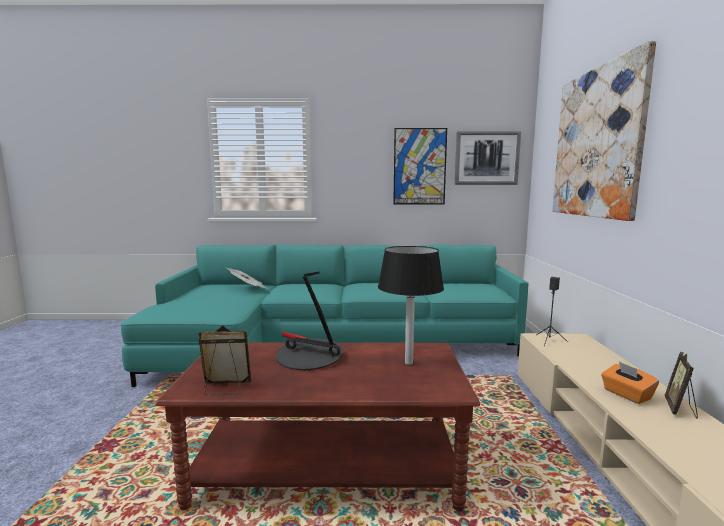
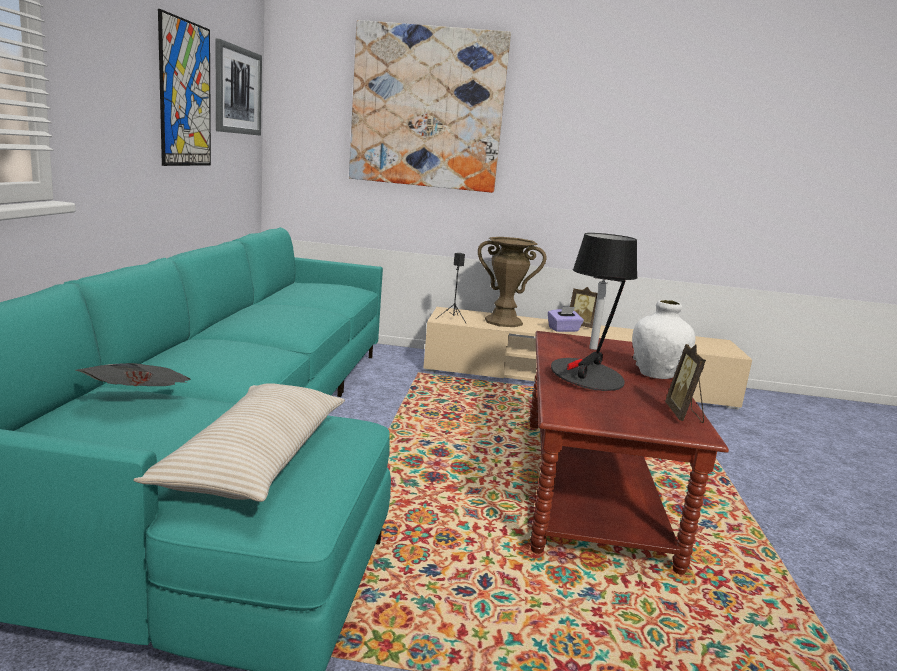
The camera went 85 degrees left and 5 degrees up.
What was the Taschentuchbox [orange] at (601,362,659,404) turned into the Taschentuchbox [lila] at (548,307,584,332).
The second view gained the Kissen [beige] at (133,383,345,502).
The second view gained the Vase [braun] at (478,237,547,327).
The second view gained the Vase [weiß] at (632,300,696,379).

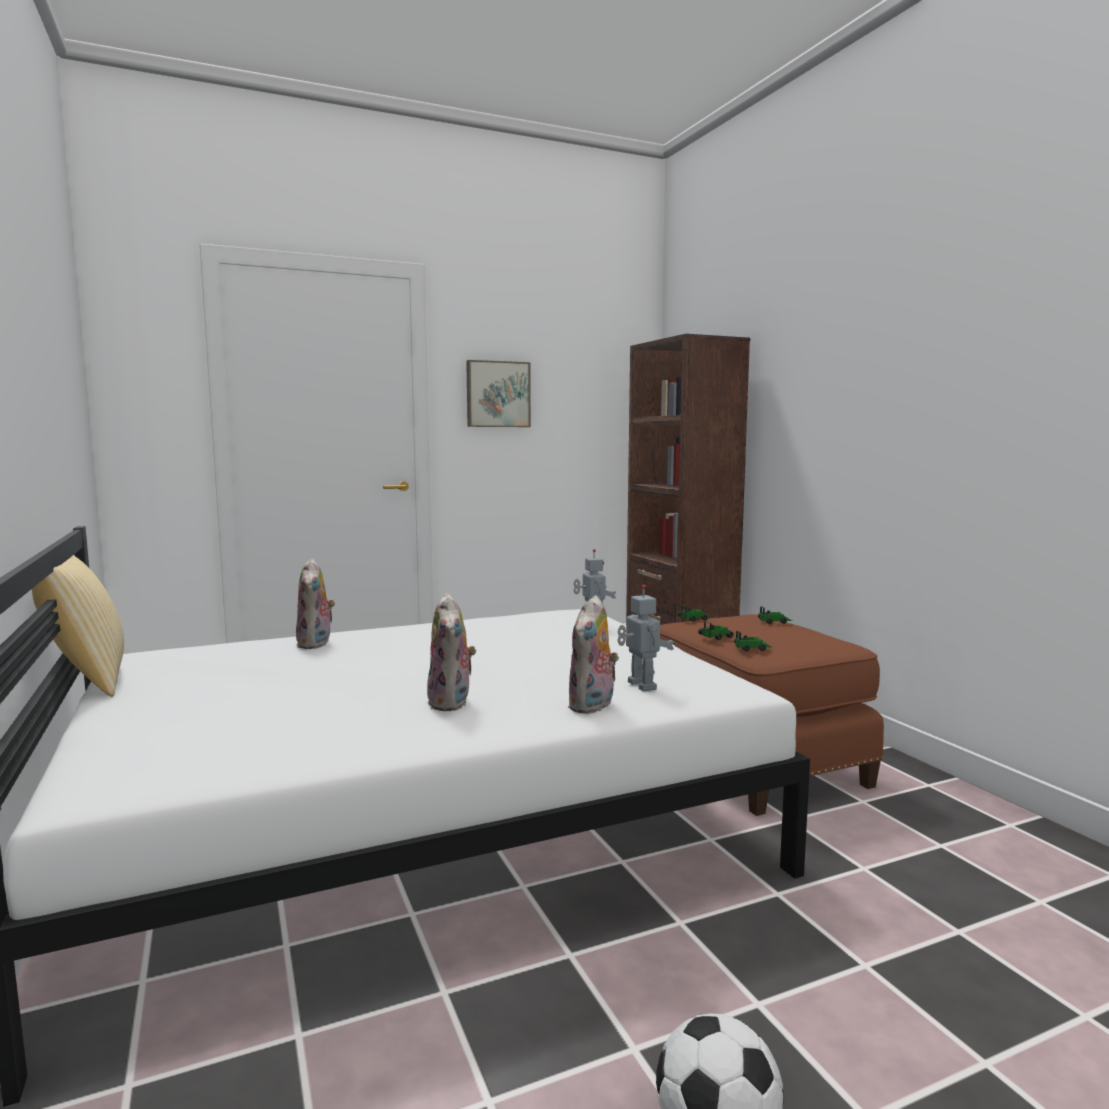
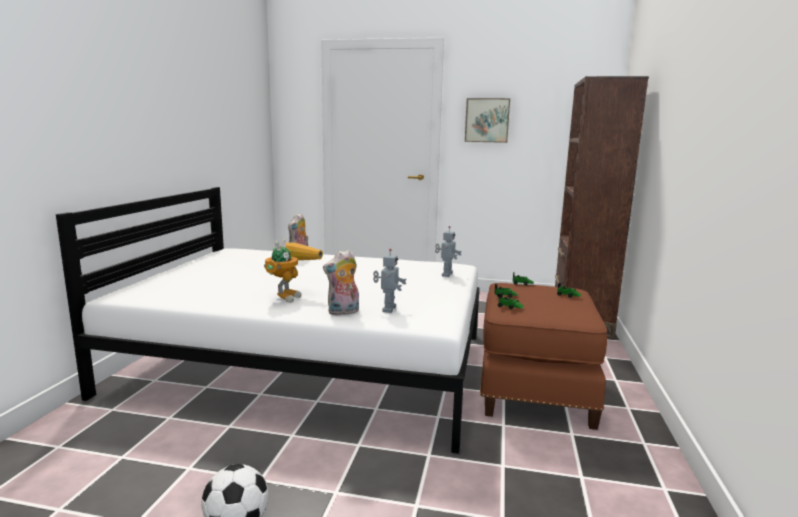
The camera went 35 degrees right and 5 degrees up.
The second view lost the Kissen at (32,555,124,697).
Where the Plüschtier stood at (427,593,476,711), the Spielzeugroboter came to stand at (264,239,323,303).

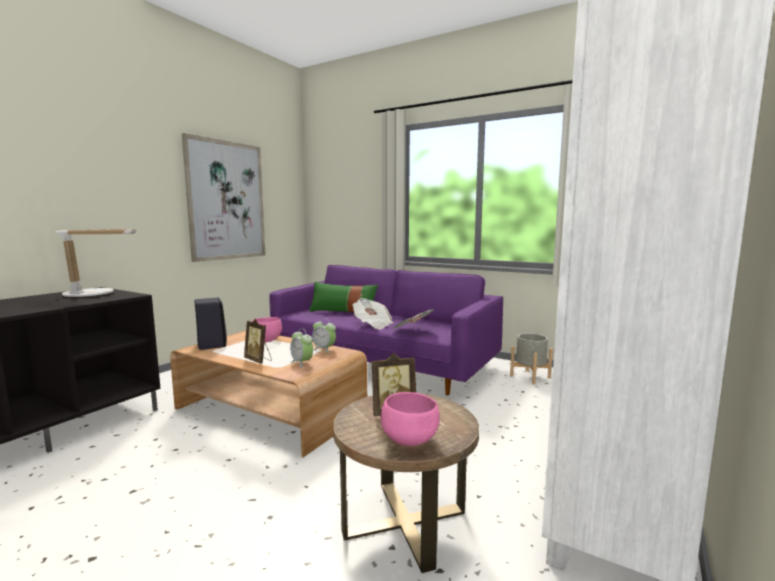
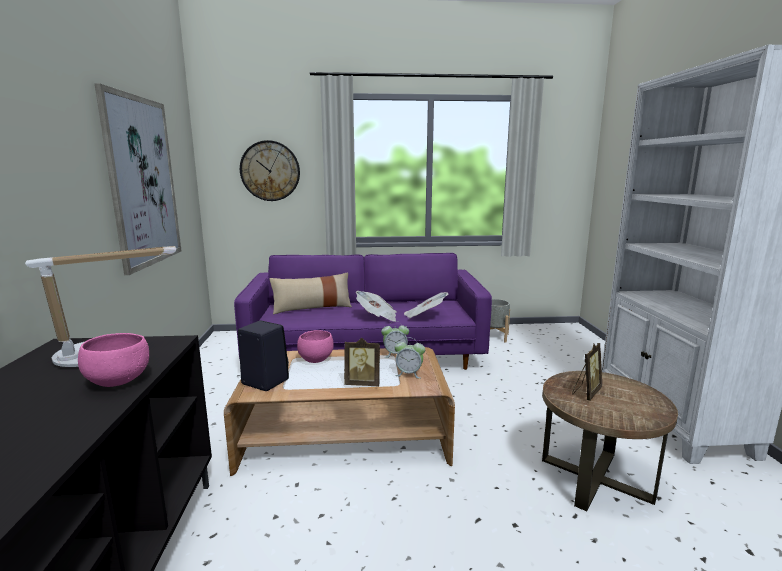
The camera went 35 degrees left and 5 degrees up.
What was the Kissen [grün] at (309,282,378,312) turned into the Kissen [beige] at (269,273,352,314).
The Schüssel [rosa] ended up elsewhere, having gone from (381,392,440,446) to (78,333,149,387).
The second view gained the Wanduhr at (240,140,300,201).

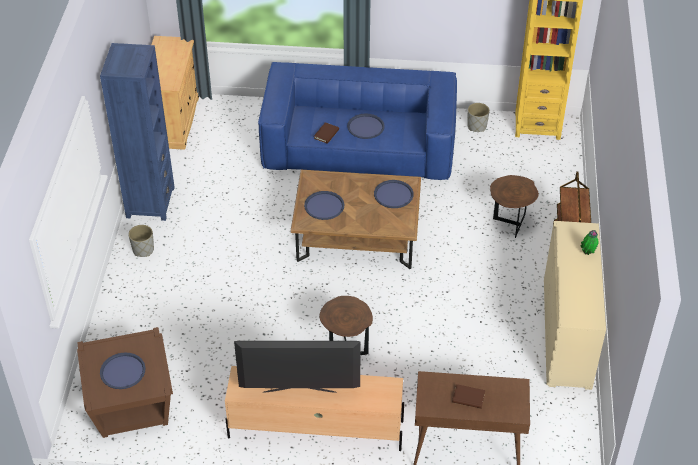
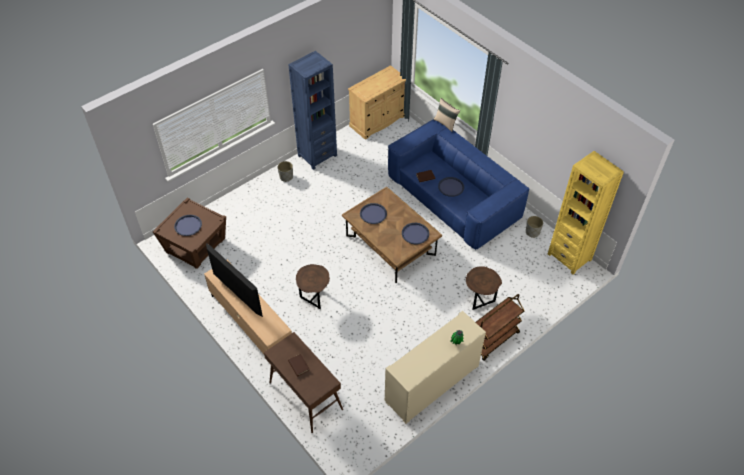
The camera went 45 degrees right and 5 degrees up.
The second view gained the Kissen [beige] at (434,98,460,132).

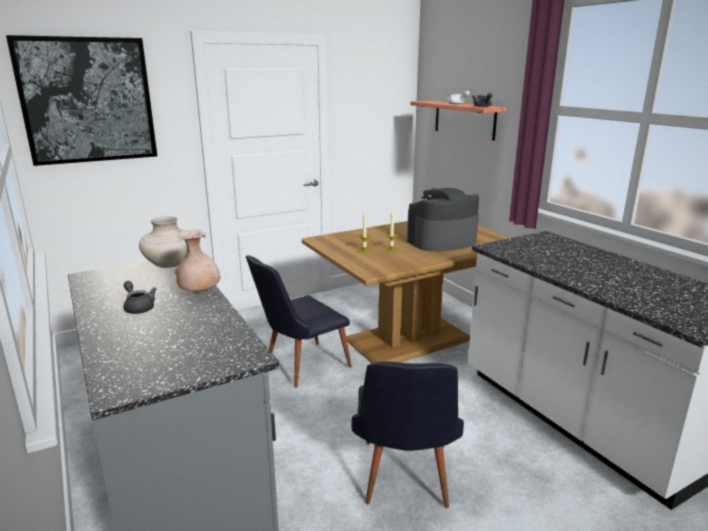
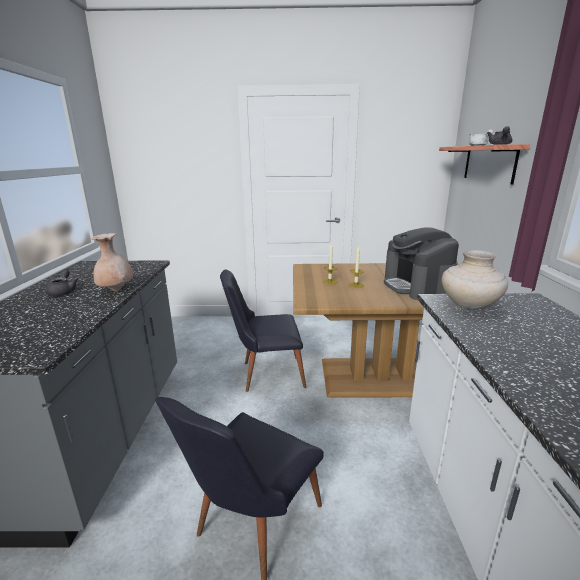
The camera went 30 degrees right and 0 degrees up.
The second view lost the Bild at (6,35,157,166).
The Vase [beige] ended up elsewhere, having gone from (139,216,187,268) to (442,250,508,309).
The Kaffeemaschine at (407,188,479,252) ended up facing another way, 105 degrees counterclockwise from before.

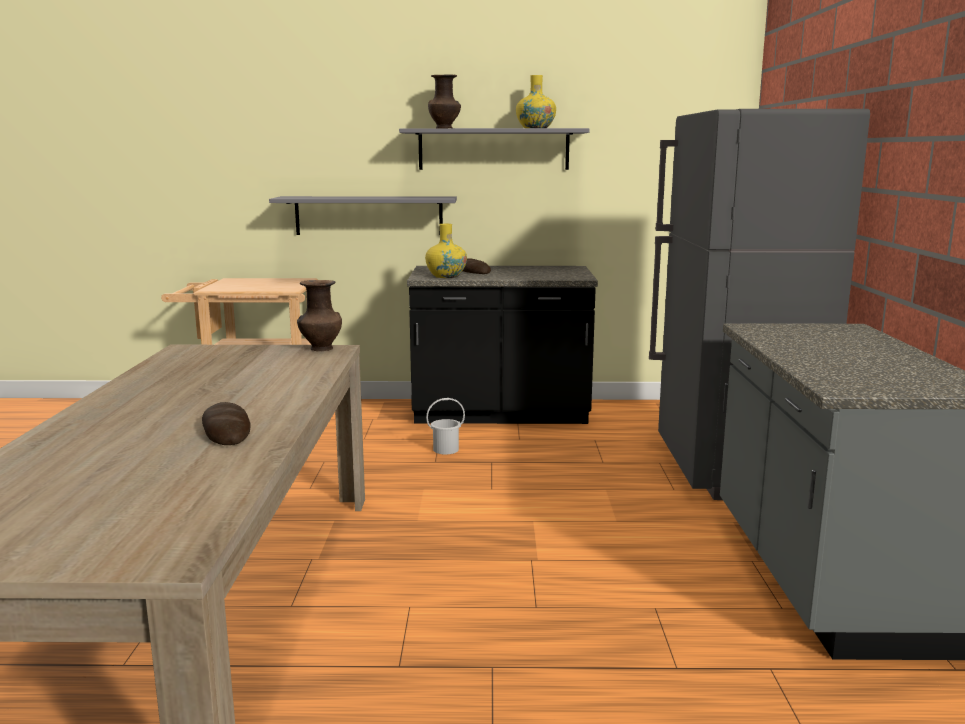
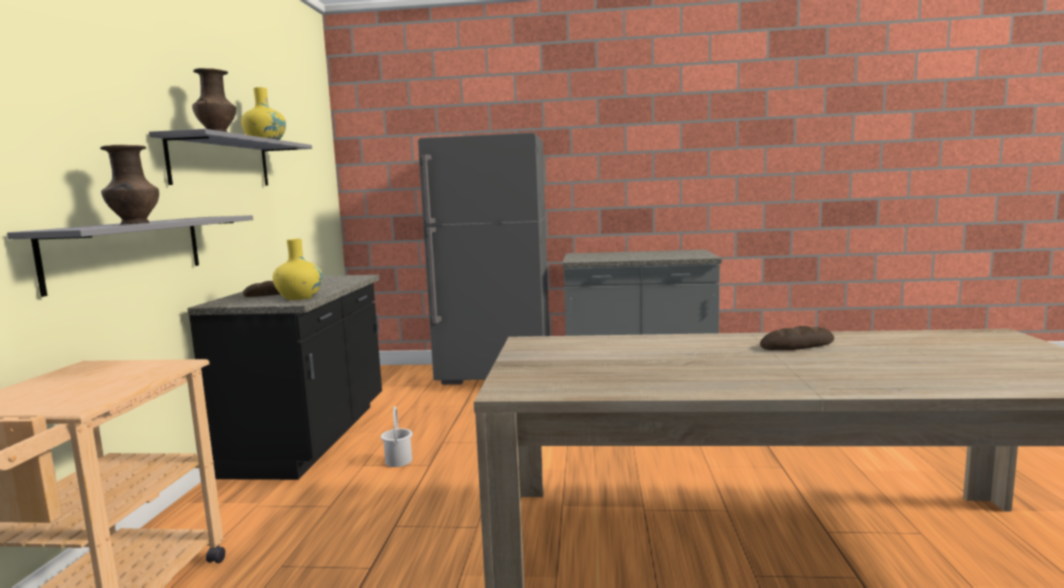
The camera went 85 degrees left and 5 degrees down.
The Vase [braun] ended up elsewhere, having gone from (297,280,342,351) to (100,145,159,224).

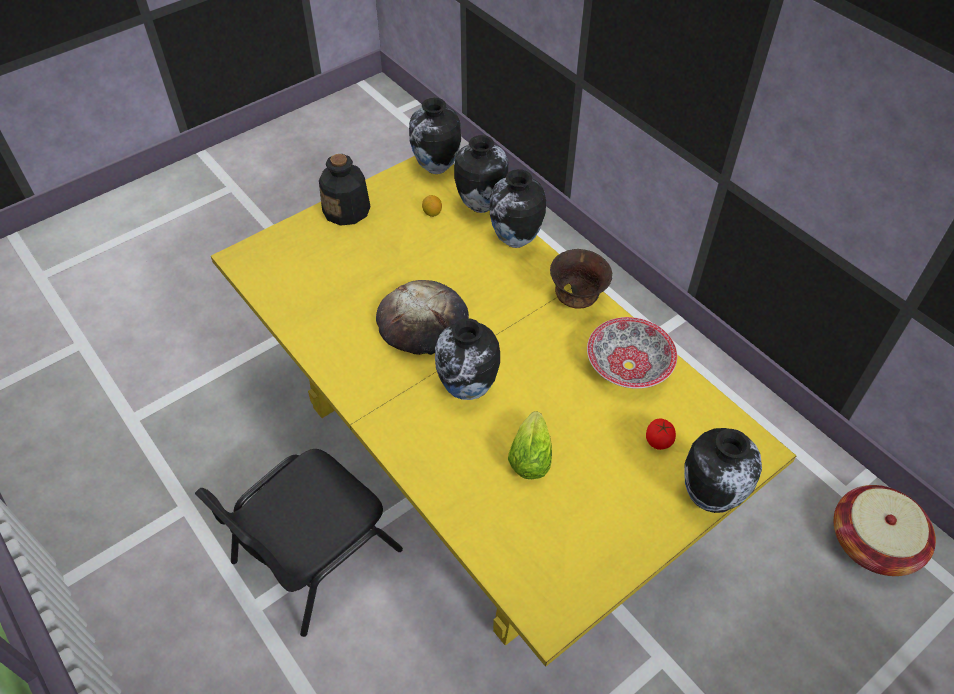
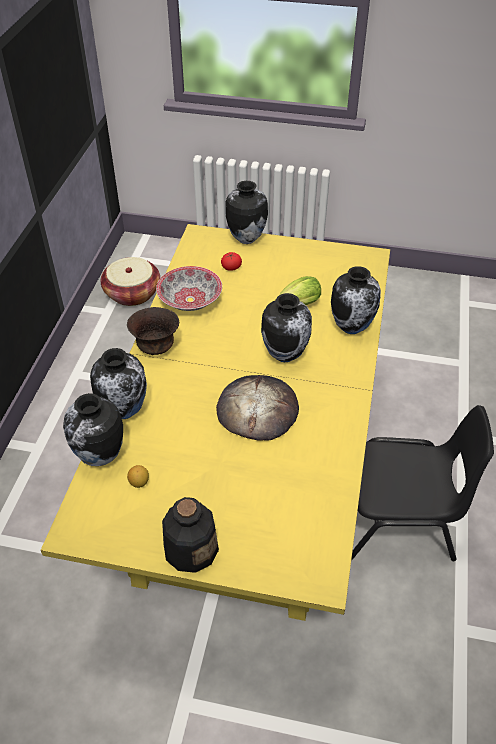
The camera went 130 degrees left and 5 degrees down.
The Vase ended up elsewhere, having gone from (409,98,461,174) to (331,266,381,334).

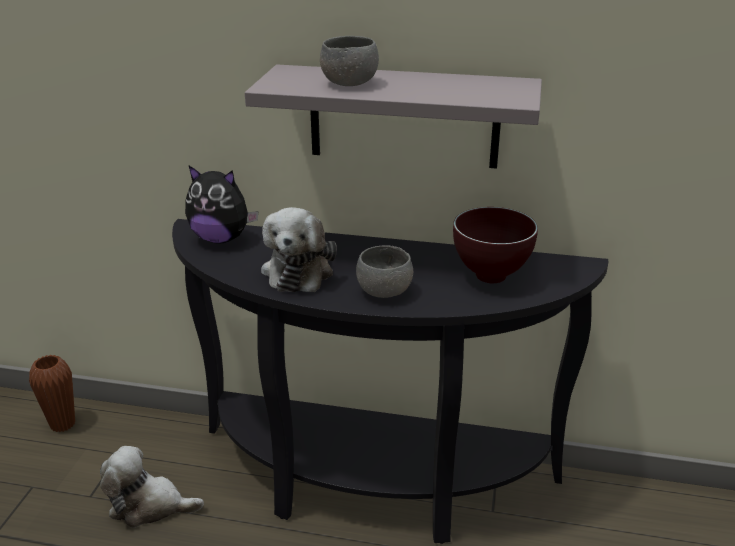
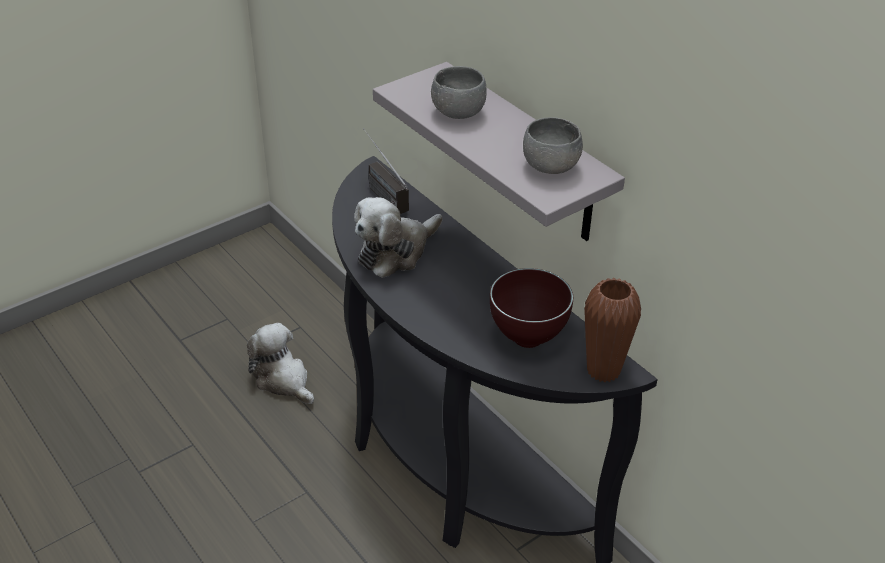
The camera went 40 degrees right and 10 degrees up.
The Vase [braun] ended up elsewhere, having gone from (29,355,75,432) to (584,278,641,382).
Where the Plüschtier stood at (185,166,258,244), the Radio came to stand at (363,128,409,214).
The Schüssel [grau] ended up elsewhere, having gone from (356,246,413,298) to (523,117,583,174).

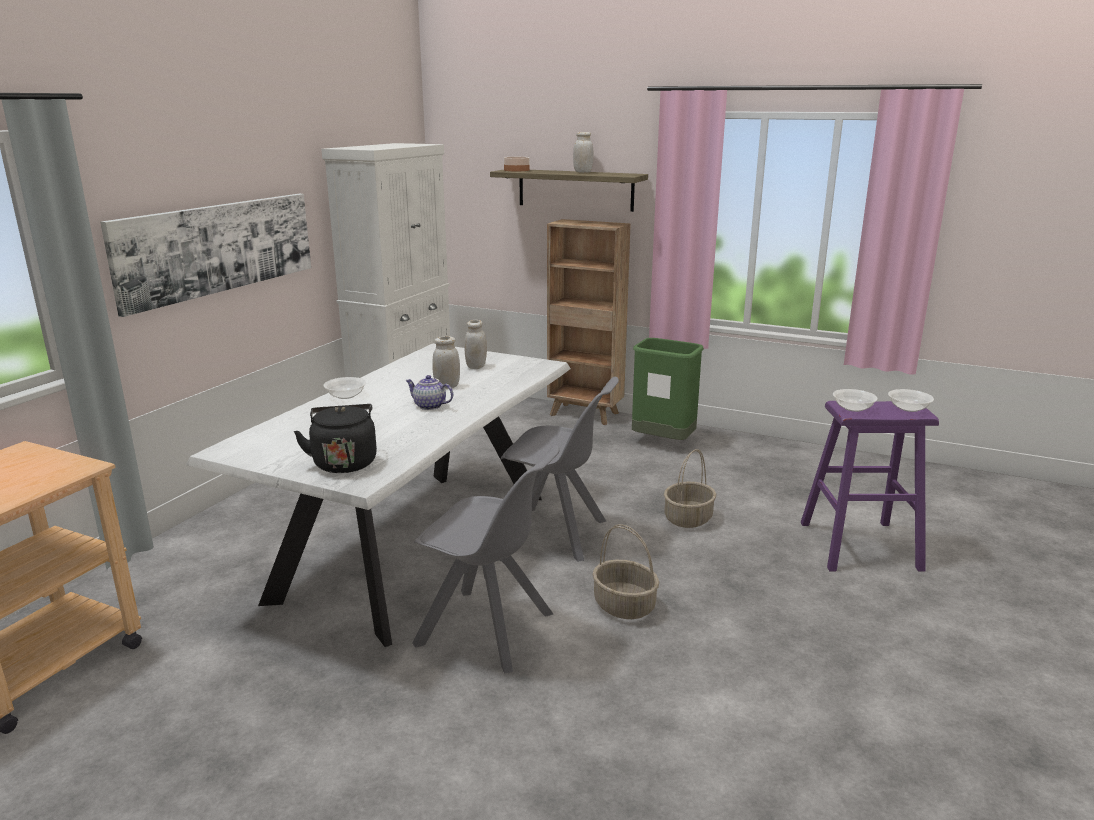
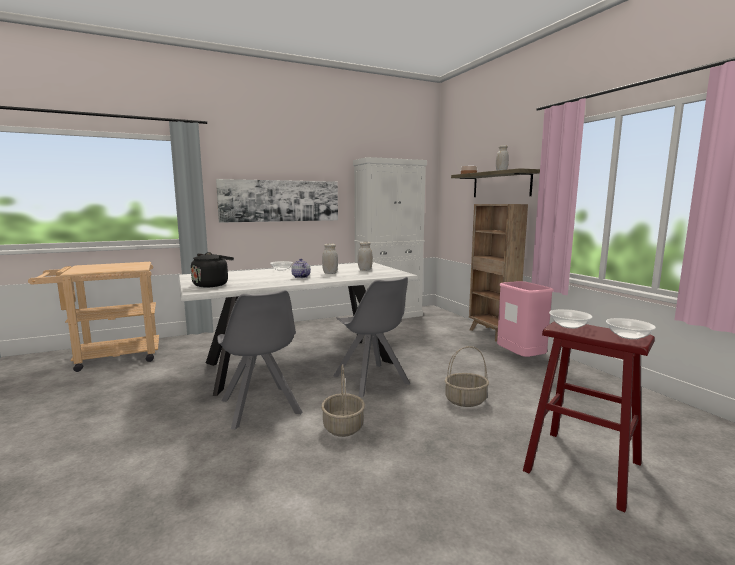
The camera went 40 degrees right and 10 degrees down.
What was the Mülleimer [grün] at (632,338,704,440) turned into the Mülleimer [rosa] at (497,281,554,357).
What was the Hocker [lila] at (800,401,939,572) turned into the Hocker [rot] at (523,322,655,512).

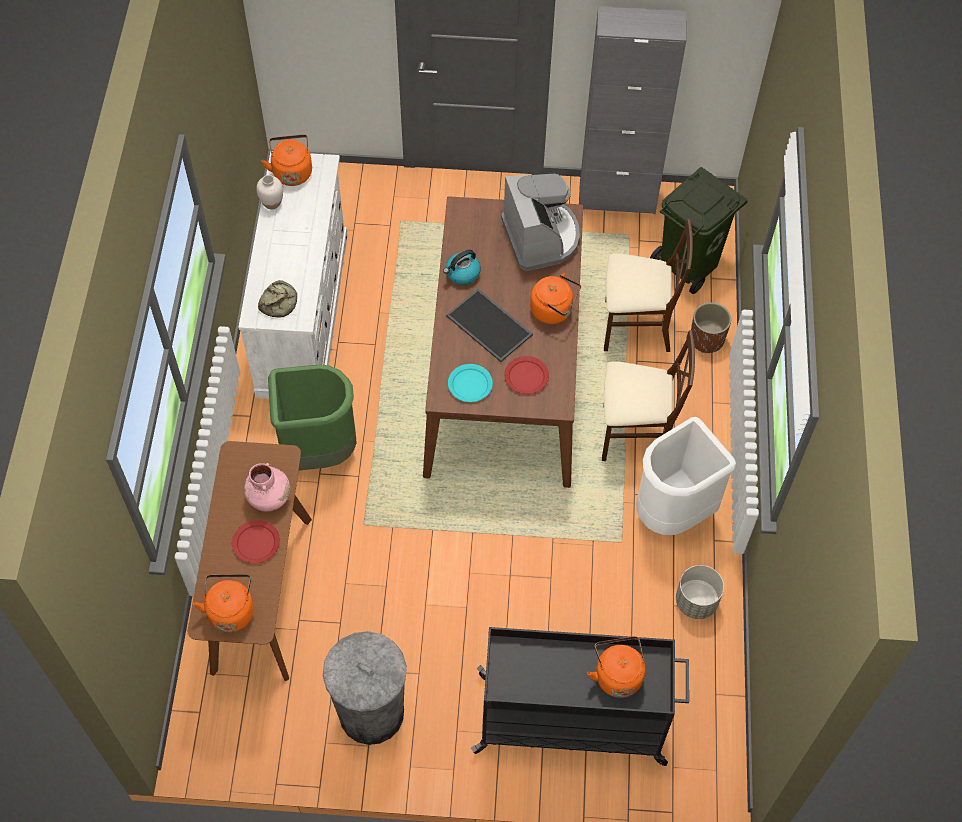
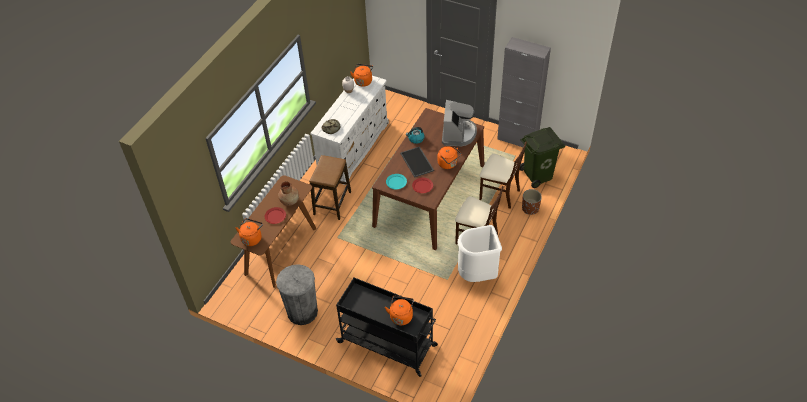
The camera went 25 degrees right and 10 degrees down.
What was the Vase [rosa] at (244,463,290,512) turned into the Vase [braun] at (278,181,299,206).
Where the Mülleimer [grün] stood at (268,364,357,471), the Hocker came to stand at (309,155,351,220).
The second view lost the Pflanzkübel [grau] at (676,565,724,619).

